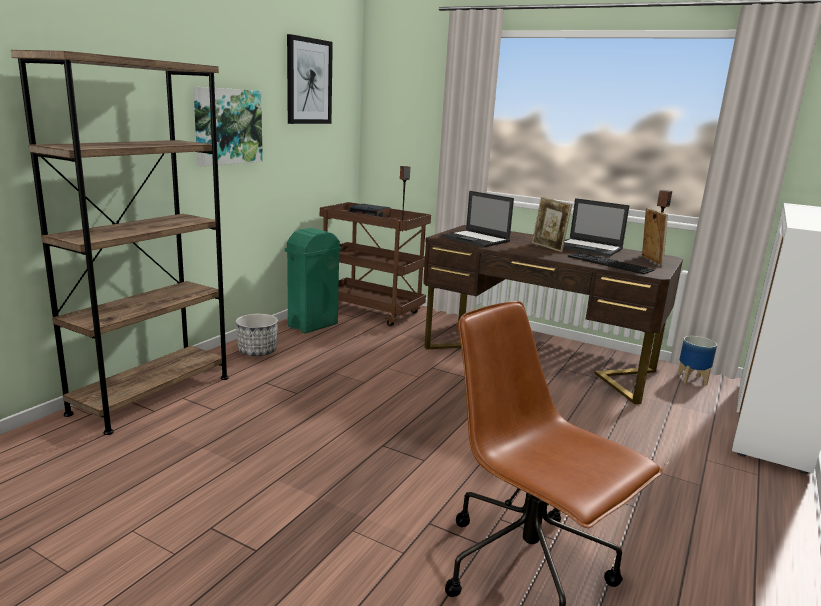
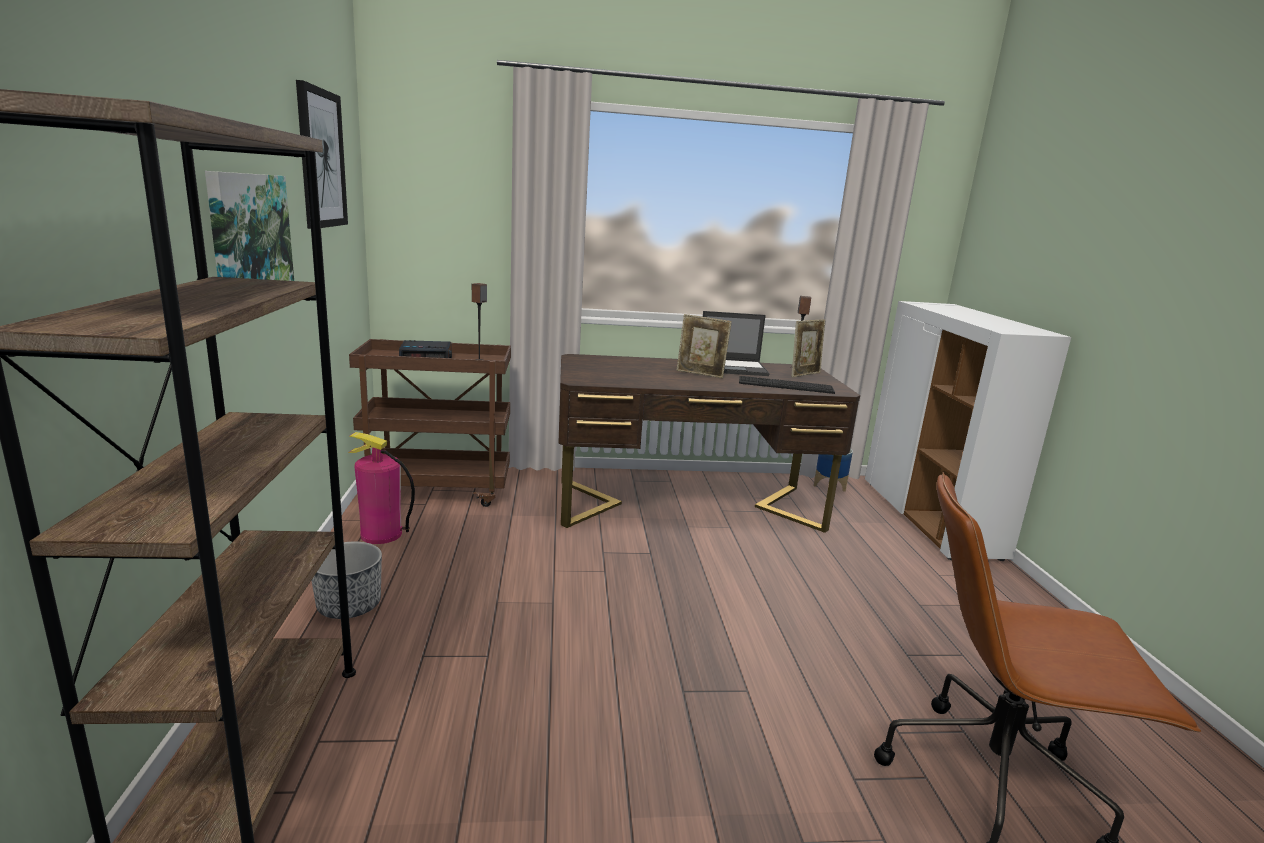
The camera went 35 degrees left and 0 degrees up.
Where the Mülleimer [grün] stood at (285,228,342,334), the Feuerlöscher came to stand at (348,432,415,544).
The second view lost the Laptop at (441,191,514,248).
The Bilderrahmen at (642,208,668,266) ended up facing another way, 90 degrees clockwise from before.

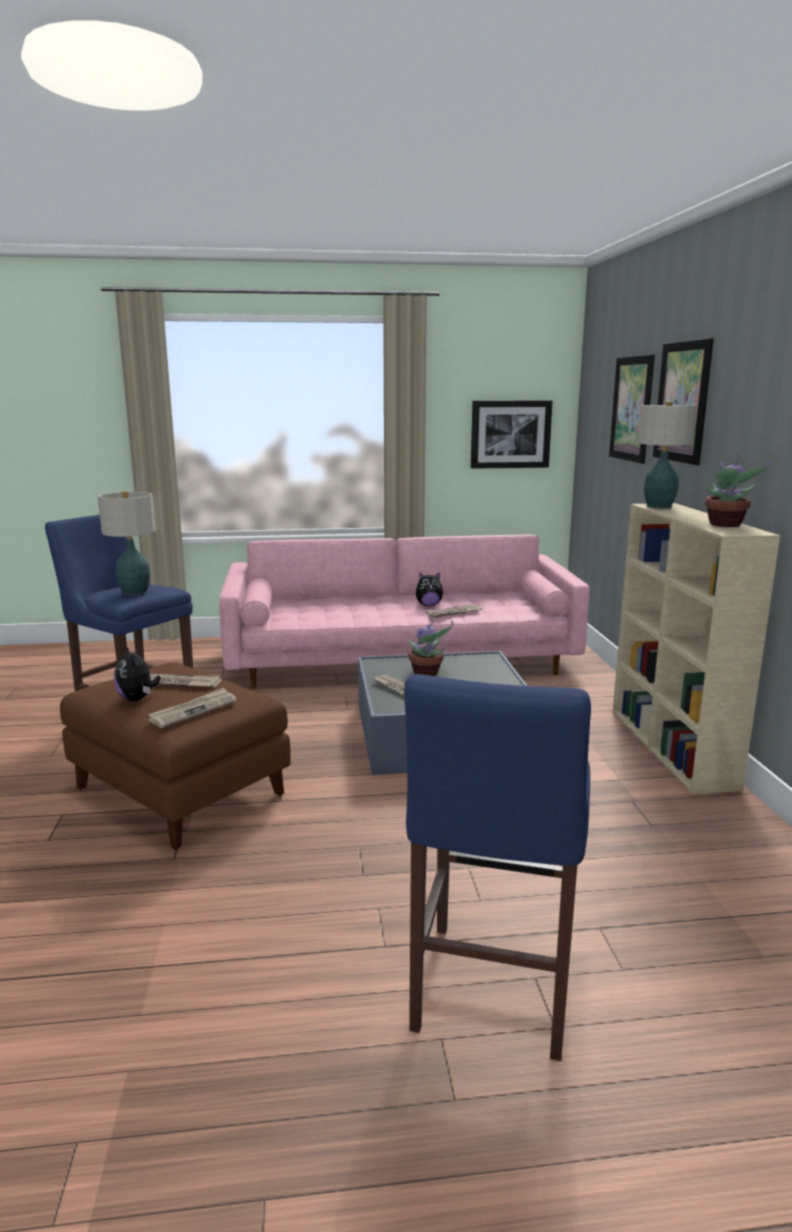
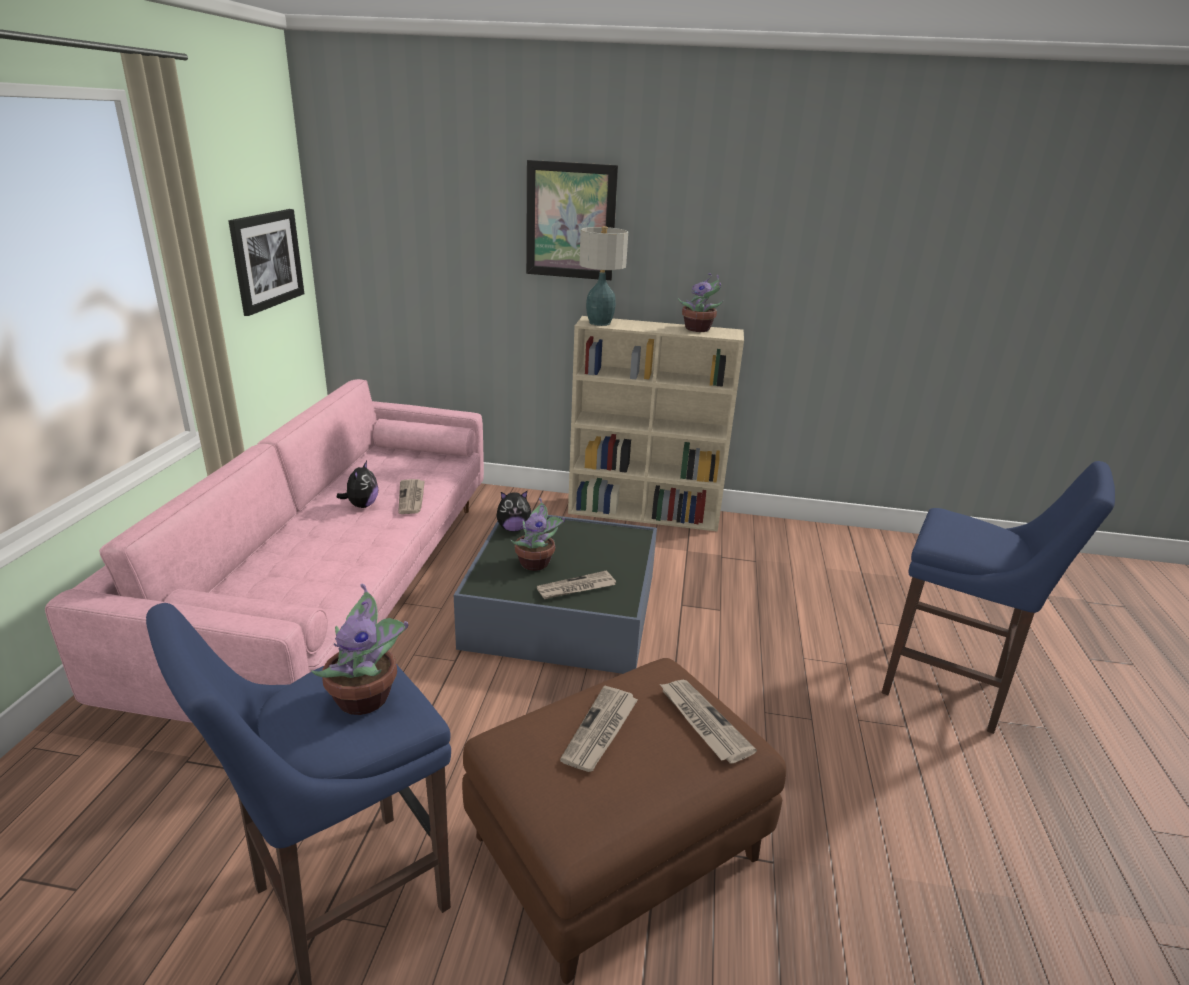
The camera went 75 degrees left and 10 degrees up.
Where the Tischlampe stood at (98,491,156,596), the Topfpflanze came to stand at (311,584,408,715).
The Plüschtier ended up elsewhere, having gone from (114,646,161,701) to (496,491,533,532).
The second view lost the Bild at (609,355,655,464).

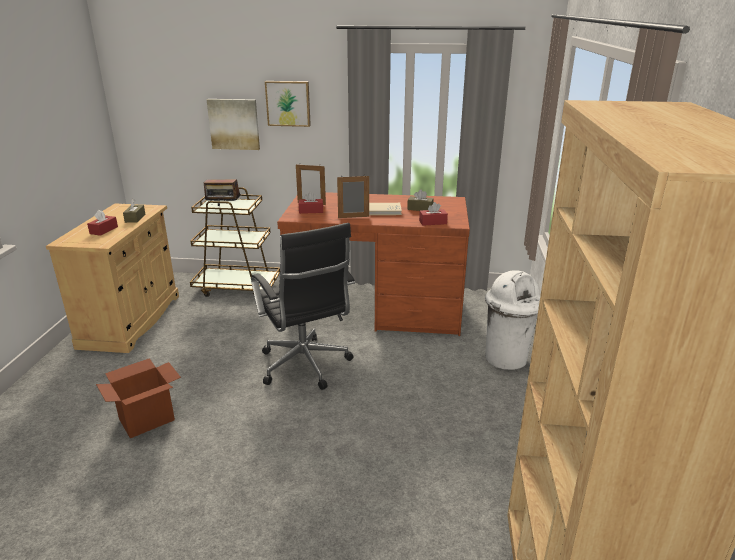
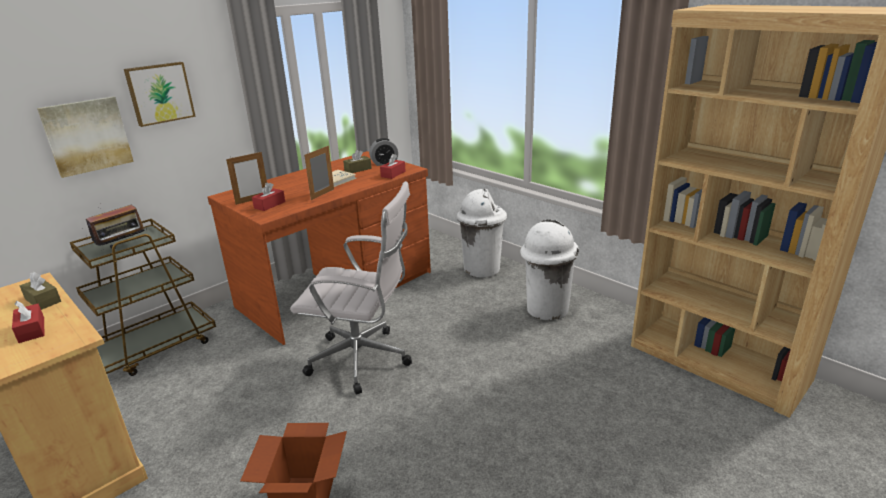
The camera went 50 degrees left and 0 degrees up.
What was the Bürostuhl [schwarz] at (251,223,355,390) turned into the Bürostuhl [weiß] at (290,181,412,394).
The second view gained the Wecker at (369,138,398,166).
The second view gained the Mülleimer [weiß] at (520,219,579,320).

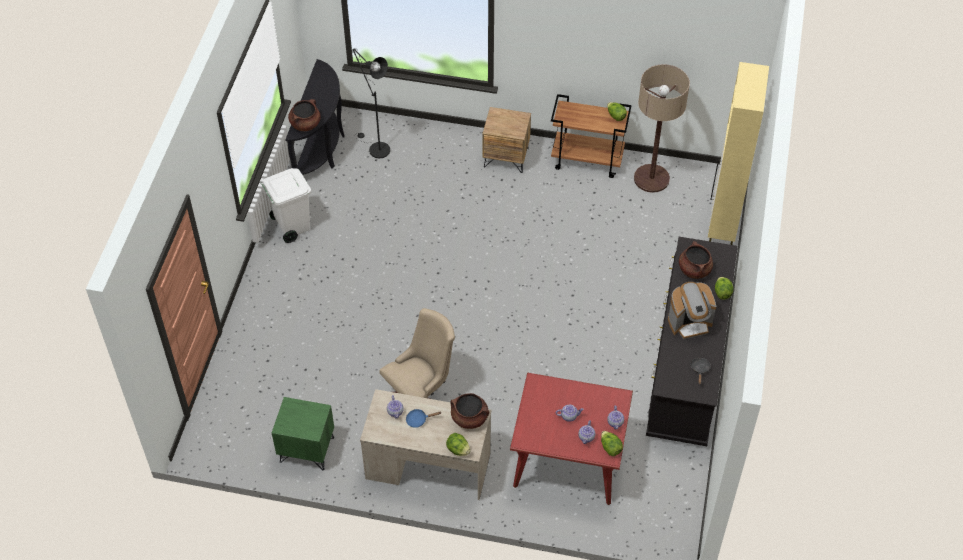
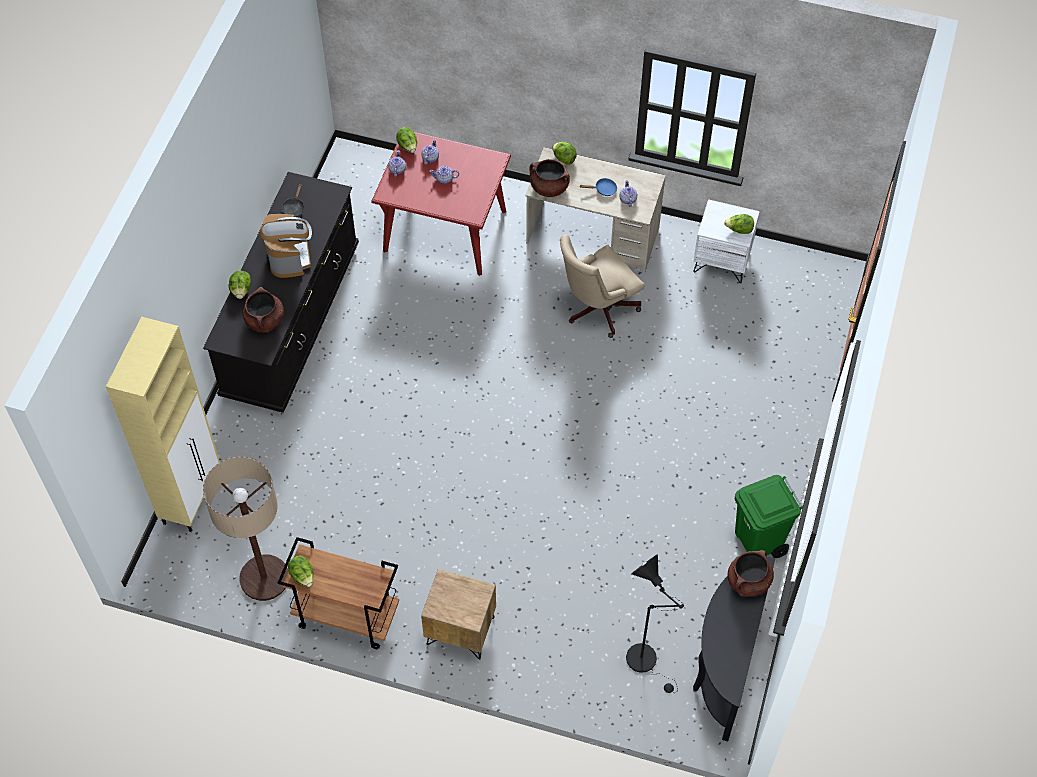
The camera went 175 degrees left and 5 degrees up.
What was the Mülleimer [weiß] at (261,168,311,243) turned into the Mülleimer [grün] at (734,475,803,558).
What was the Nachttisch [grün] at (272,397,334,470) turned into the Nachttisch [weiß] at (693,199,760,283).
The Kaffeemaschine at (668,282,716,339) ended up facing another way, 90 degrees clockwise from before.
The second view gained the Salatkopf at (724,214,754,234).

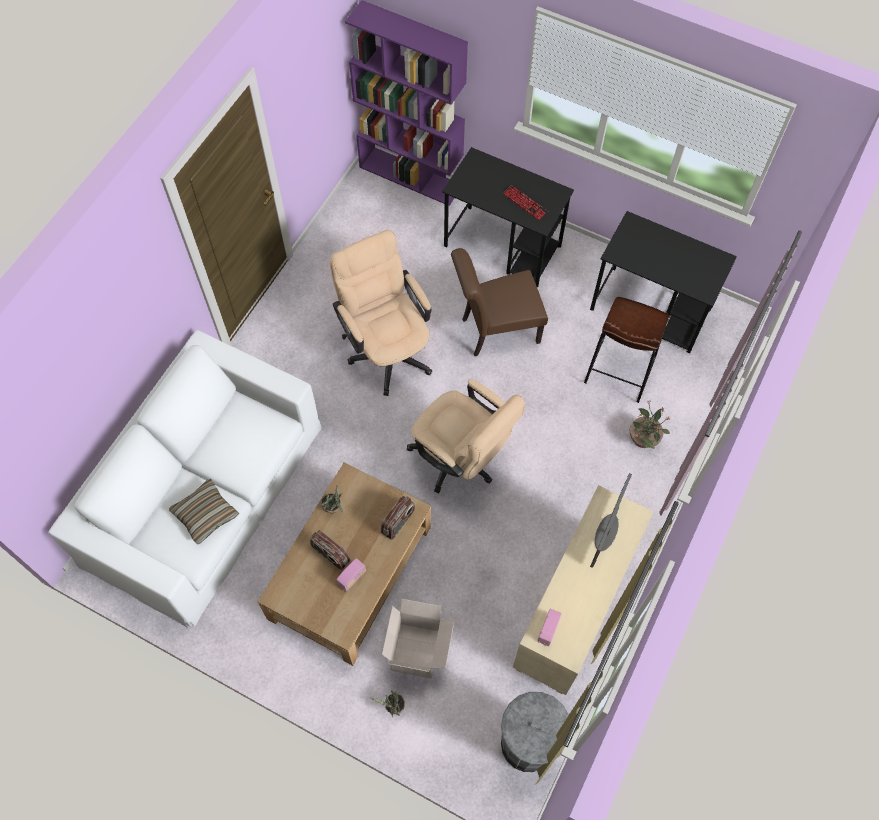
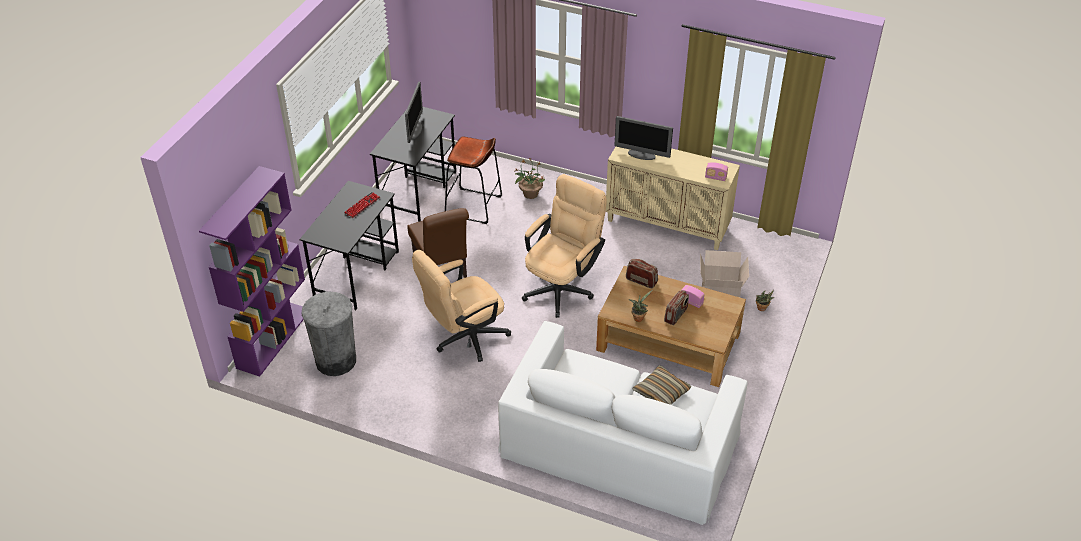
The camera went 95 degrees left and 20 degrees down.
The Mülleimer [grau] ended up elsewhere, having gone from (501,692,569,772) to (301,291,356,376).
The second view gained the Monitor at (405,82,423,143).

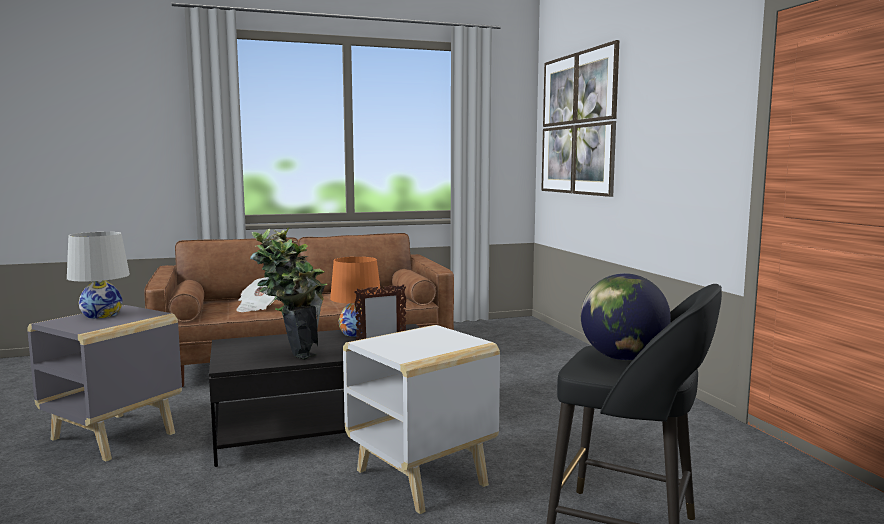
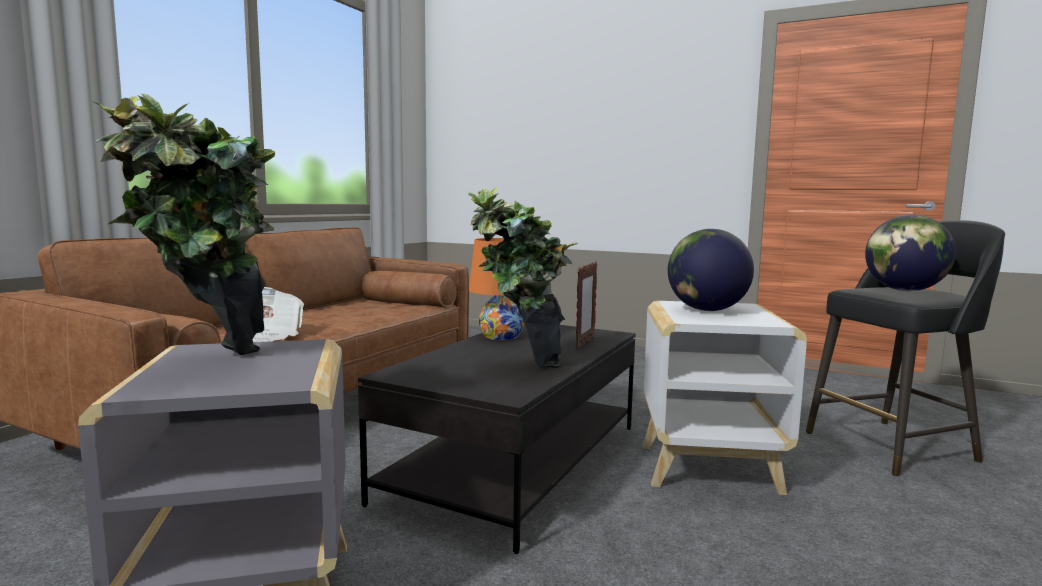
The camera went 45 degrees left and 0 degrees up.
Where the Tischlampe [weiß] stood at (67,232,130,318), the Topfpflanze came to stand at (92,93,275,355).
The second view lost the Bild at (541,40,620,197).
The second view gained the Globus at (668,229,754,311).

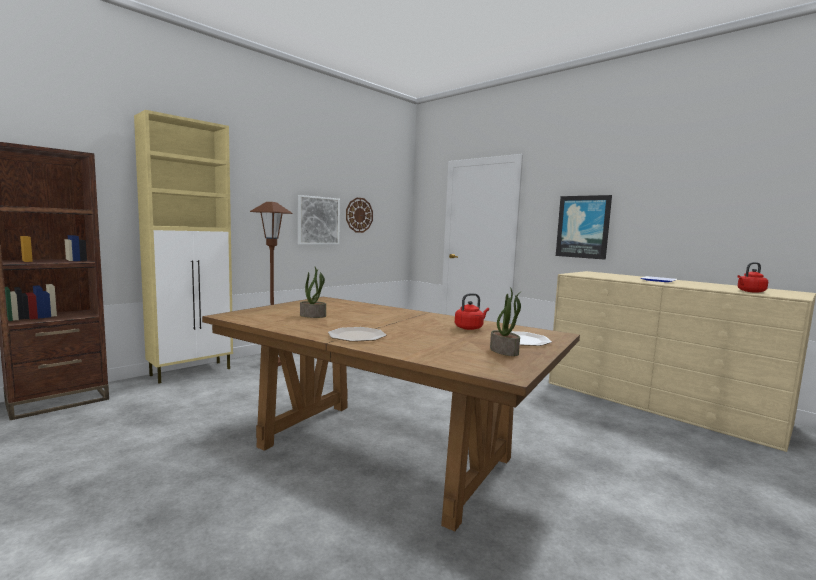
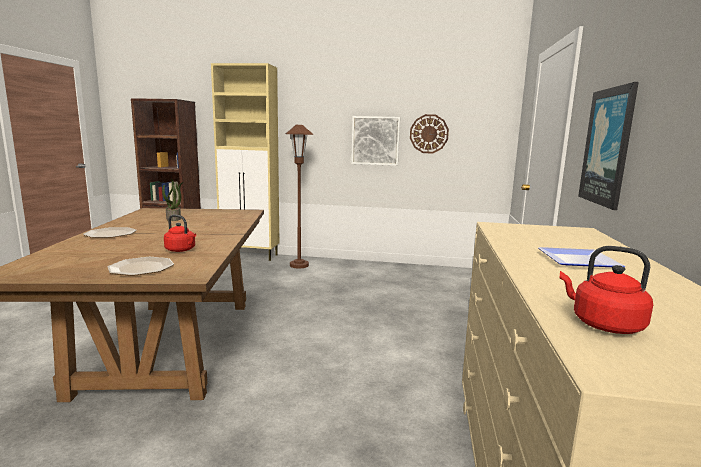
The camera went 55 degrees right and 5 degrees up.
The second view lost the Topfpflanze at (490,287,521,356).

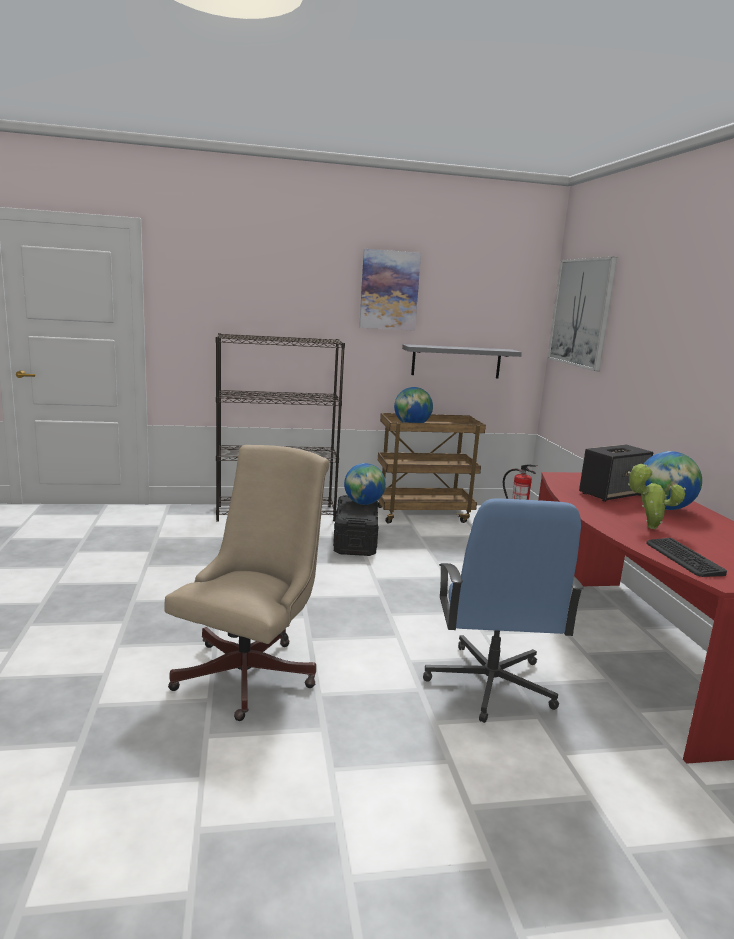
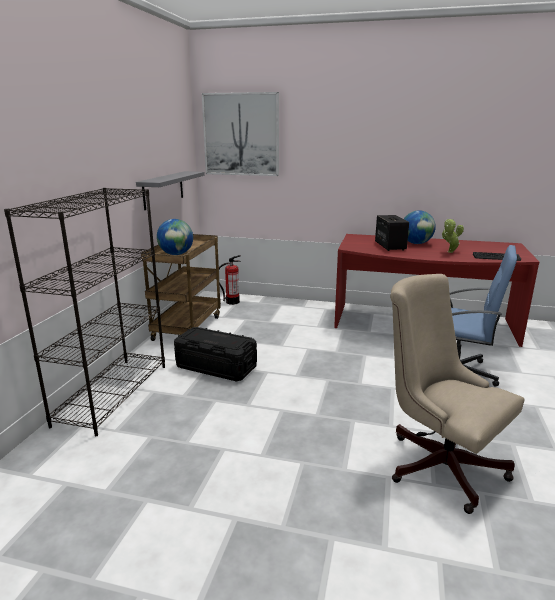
The camera went 65 degrees left and 5 degrees up.
The second view lost the Globus at (344,463,386,505).
The second view lost the Bild at (359,249,421,331).

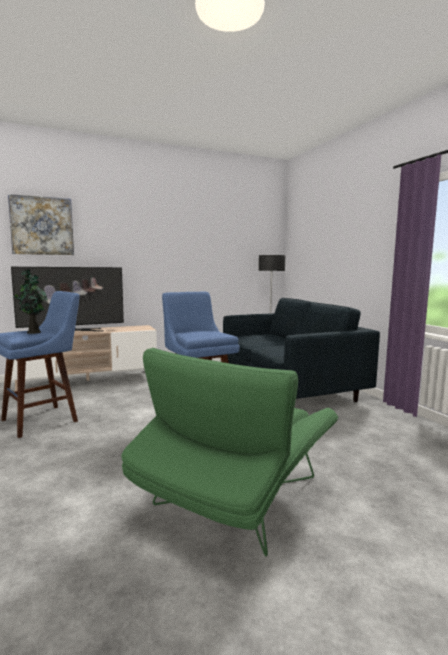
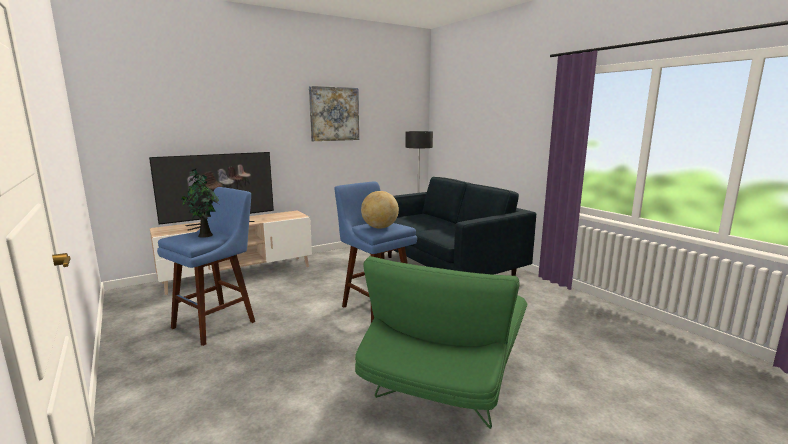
The camera went 10 degrees left and 5 degrees up.
The Bild ended up elsewhere, having gone from (8,194,74,255) to (309,86,359,141).
The second view gained the Globus at (361,191,399,229).

